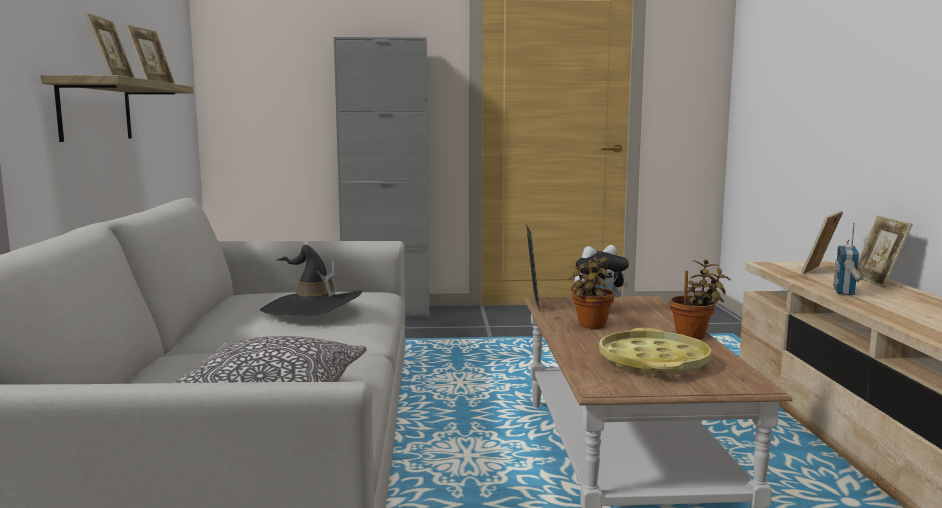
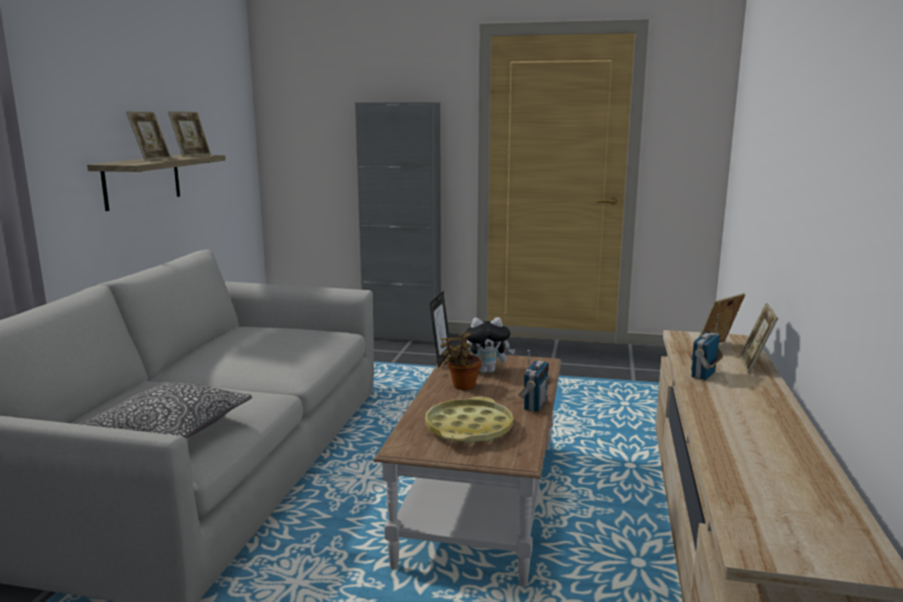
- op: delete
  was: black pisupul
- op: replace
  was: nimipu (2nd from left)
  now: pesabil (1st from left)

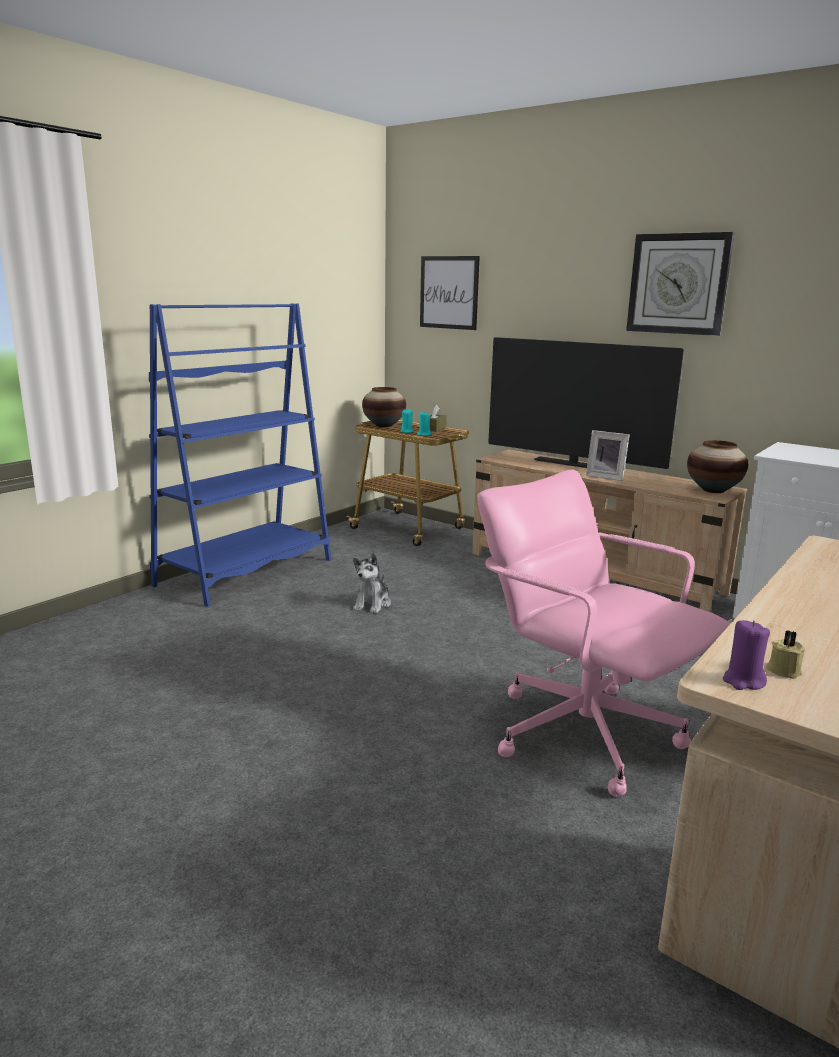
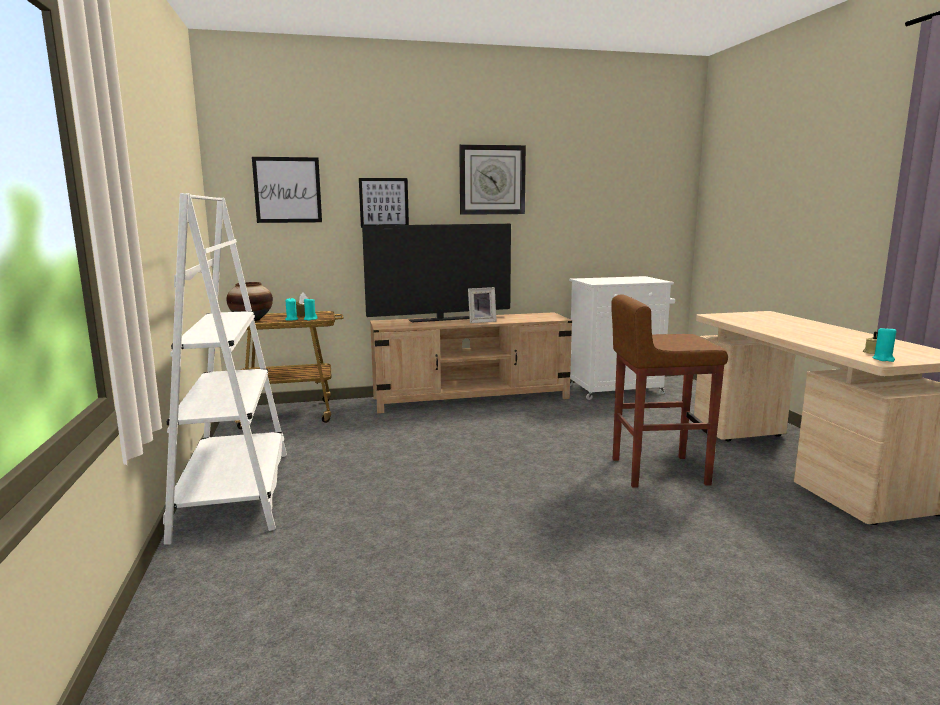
- op: recolor
  was: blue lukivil
  now: white lukivil
- op: delete
  was: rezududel
- op: replace
  was: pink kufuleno
  now: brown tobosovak
- op: delete
  was: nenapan (2nd from left)
- op: recolor
  was: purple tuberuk
  now: turquoise tuberuk (3rd from left)
- op: insert
  now: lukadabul (2nd from left)

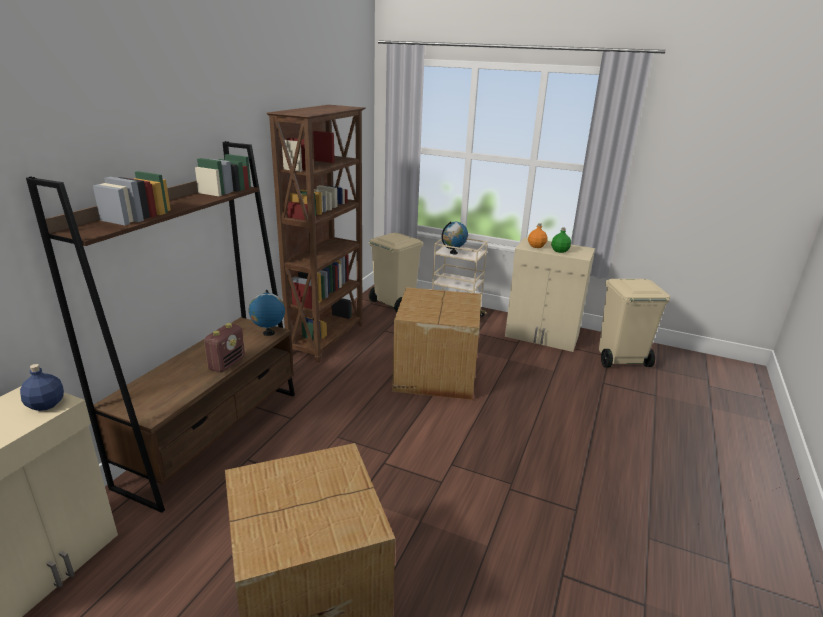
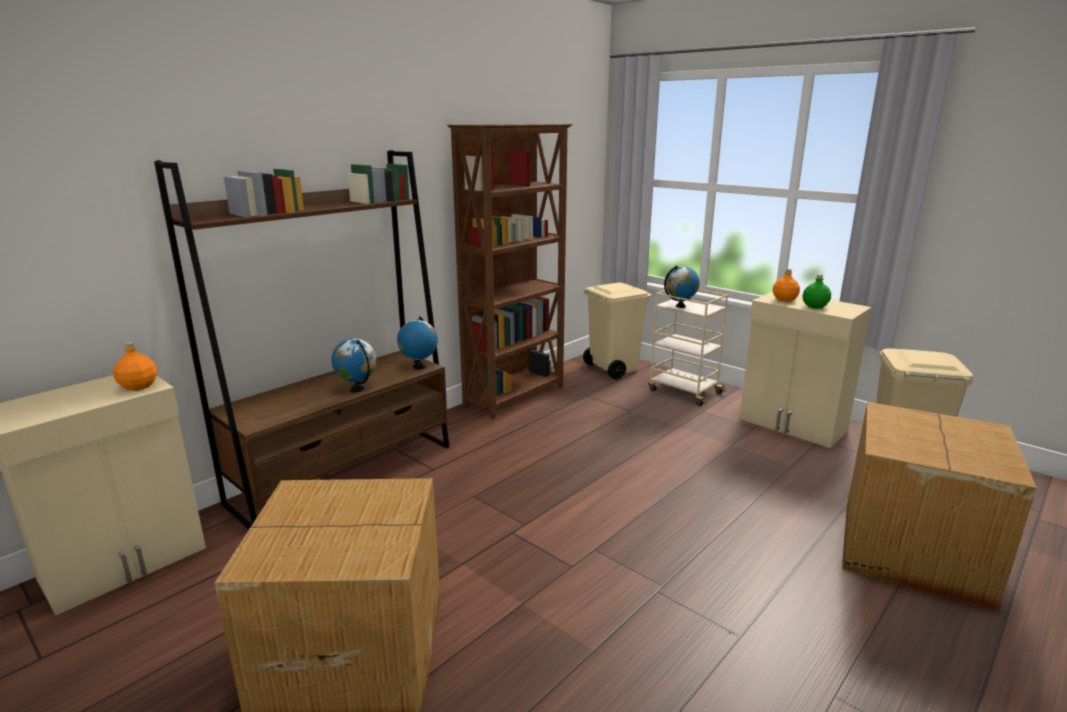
- op: recolor
  was: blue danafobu
  now: orange danafobu (1st from left)
- op: replace
  was: pesabil
  now: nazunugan (1st from left)
- op: move
  was: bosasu (2nd from left)

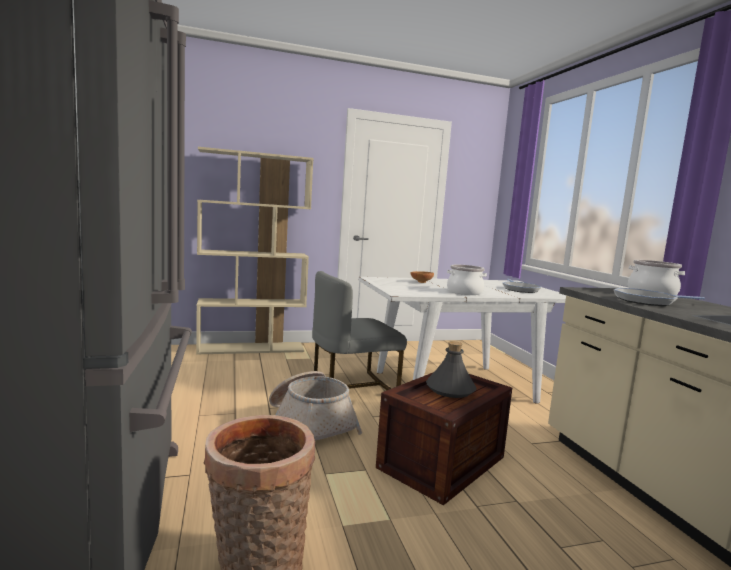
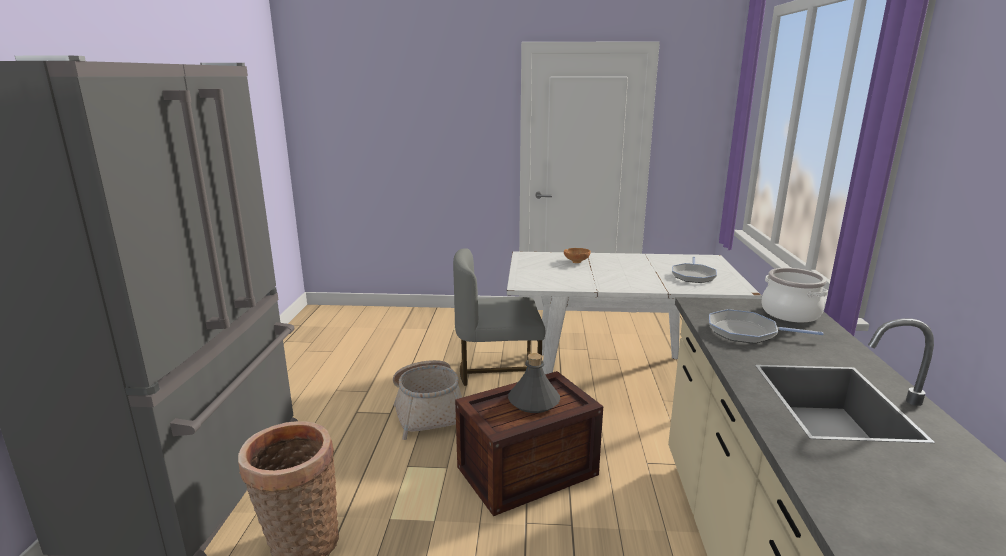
- op: delete
  was: beige lukivil
- op: delete
  was: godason (1st from left)

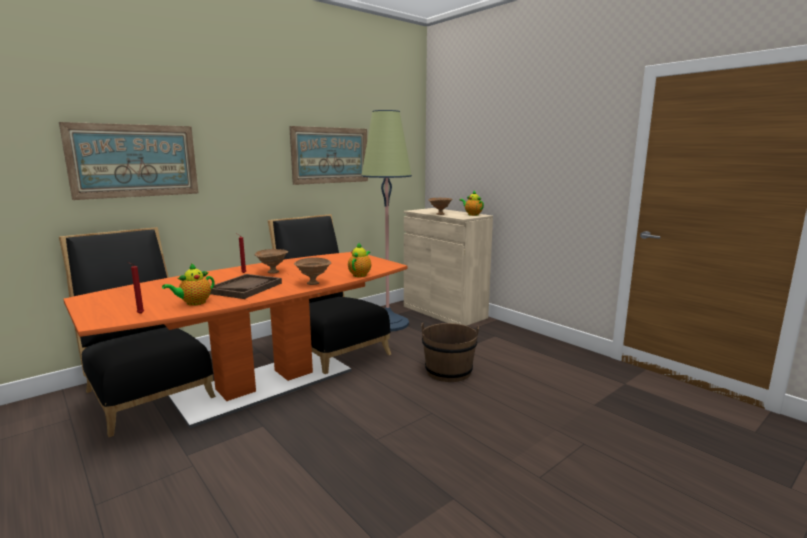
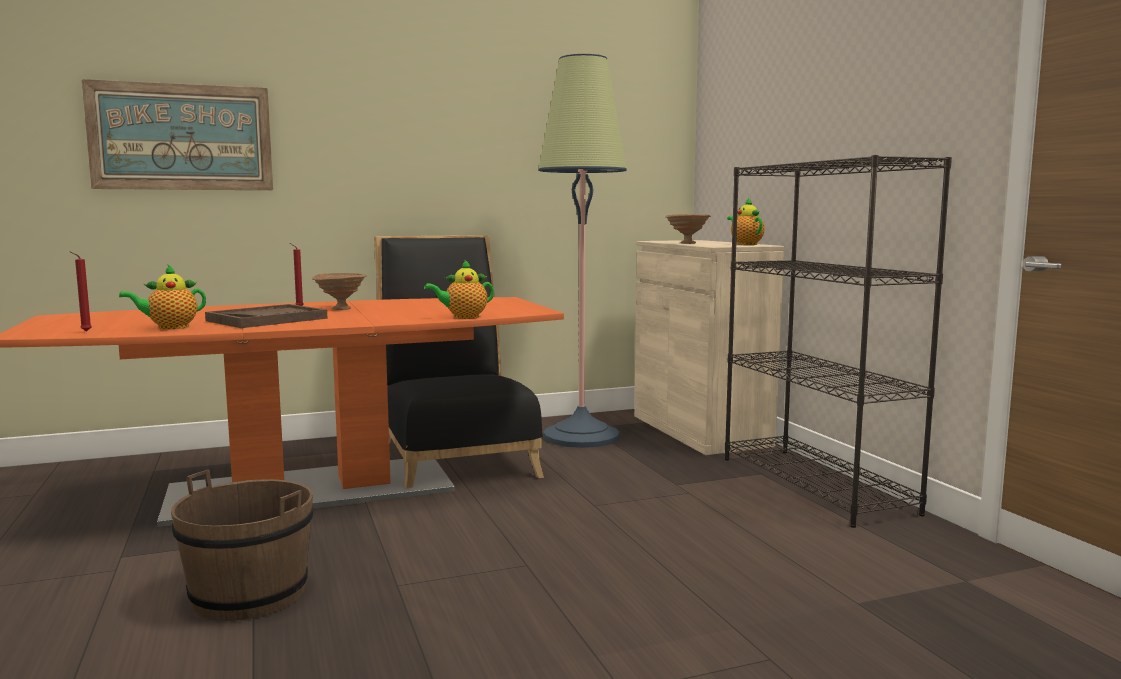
- op: delete
  was: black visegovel (1st from left)
- op: delete
  was: lukadabul (2nd from left)
- op: delete
  was: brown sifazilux (2nd from left)
- op: rotate
  was: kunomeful (2nd from left)
  clockwise: -150
- op: move
  was: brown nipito
- op: insert
  now: black lukivil

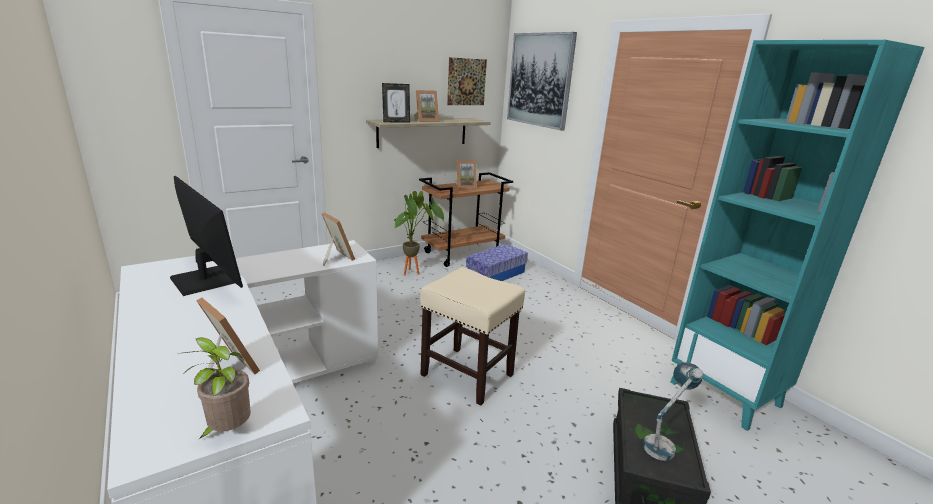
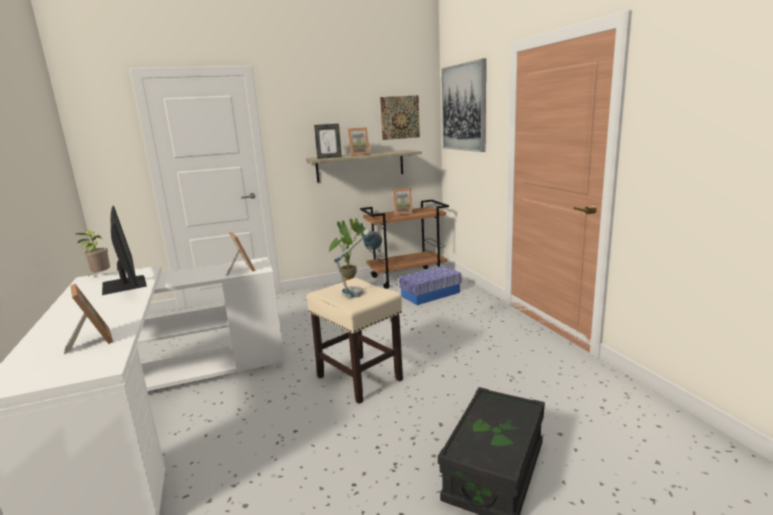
- op: move
  was: nimipu (1st from left)
- op: move
  was: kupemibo
- op: delete
  was: turquoise lukivil

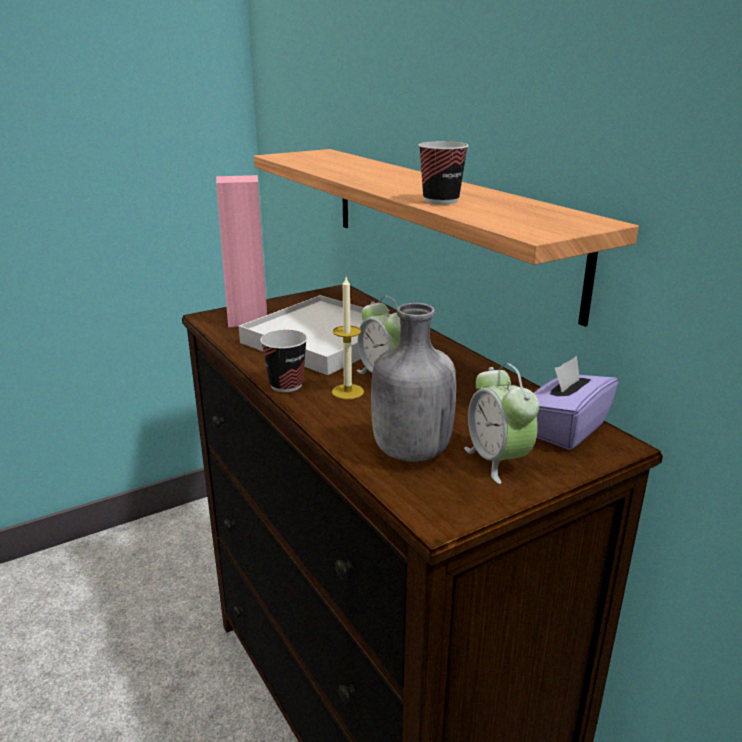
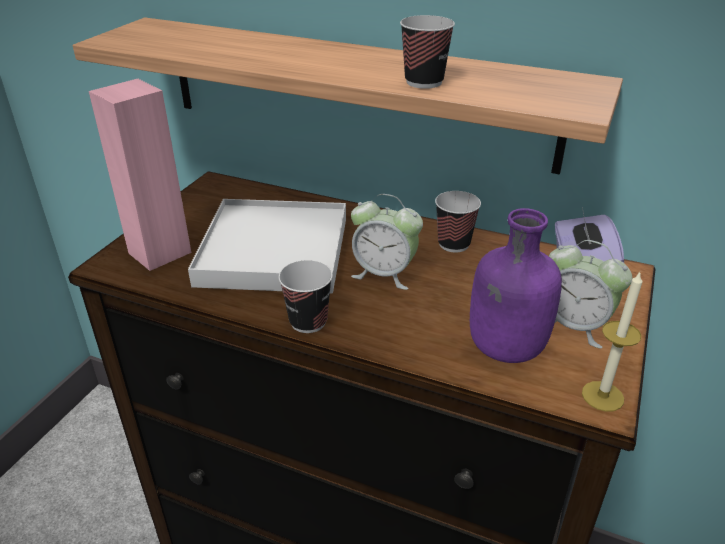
- op: move
  was: tuberuk
- op: recolor
  was: grey danafobu
  now: purple danafobu
- op: insert
  now: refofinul (3rd from left)

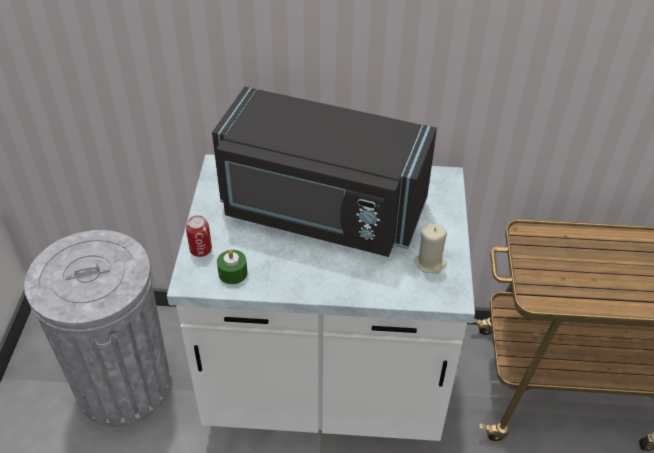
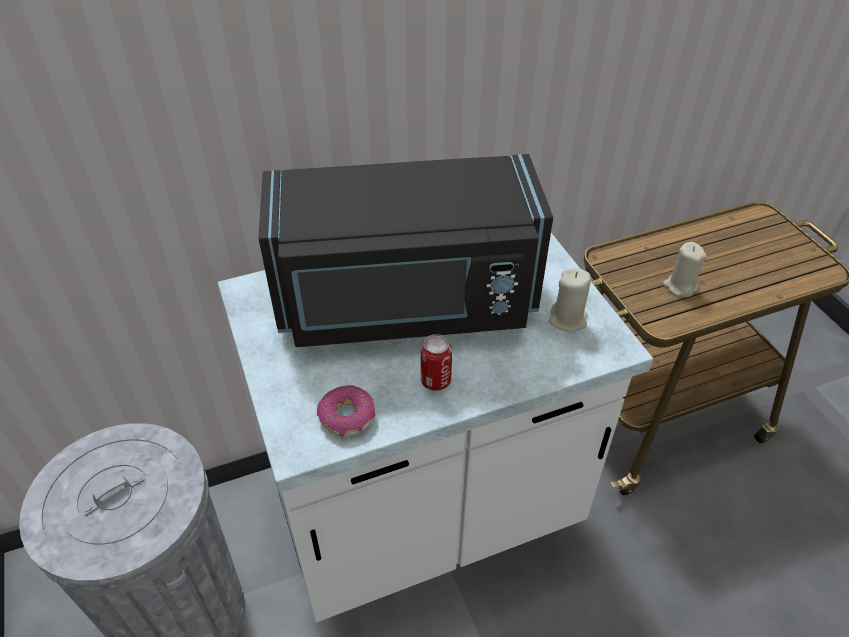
- op: move
  was: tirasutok
- op: replace
  was: green tuberuk
  now: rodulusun
- op: insert
  now: beige tuberuk (2nd from left)

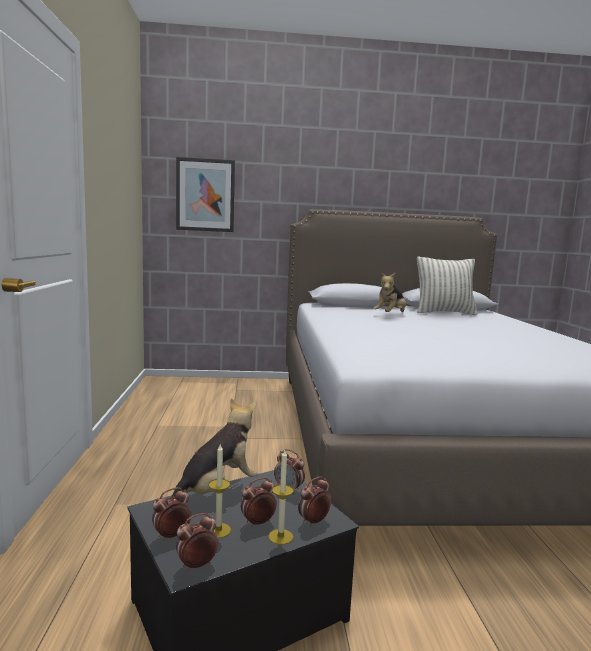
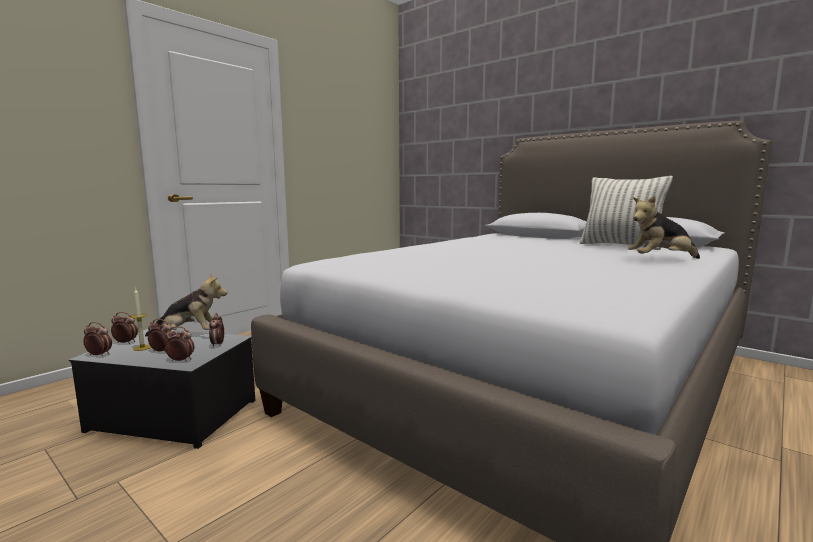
- op: delete
  was: lukadabul
- op: delete
  was: tuberuk (2nd from left)
- op: move
  was: rezududel (2nd from left)

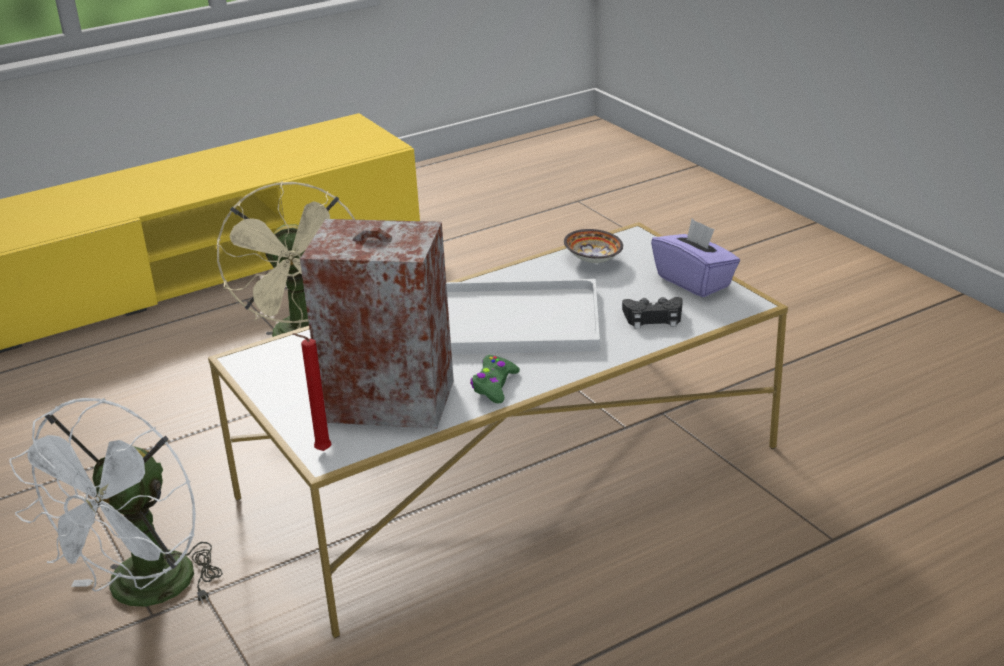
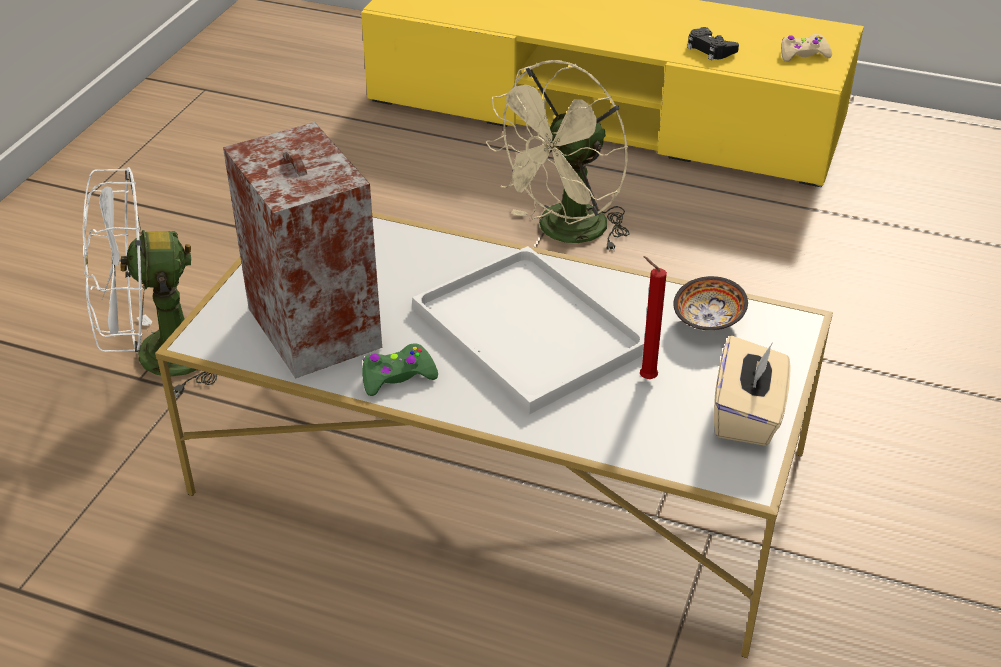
- op: move
  was: red tuberuk
- op: move
  was: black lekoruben
- op: recolor
  was: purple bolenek
  now: beige bolenek
- op: insert
  now: beige lekoruben

